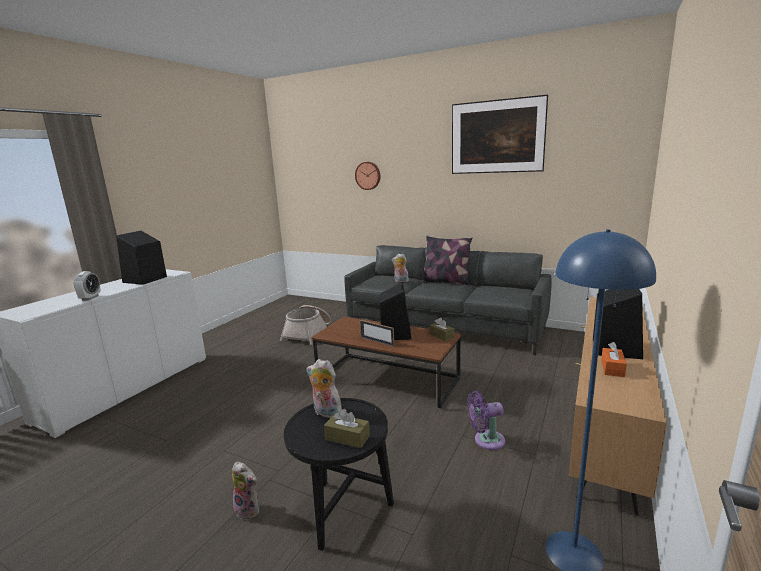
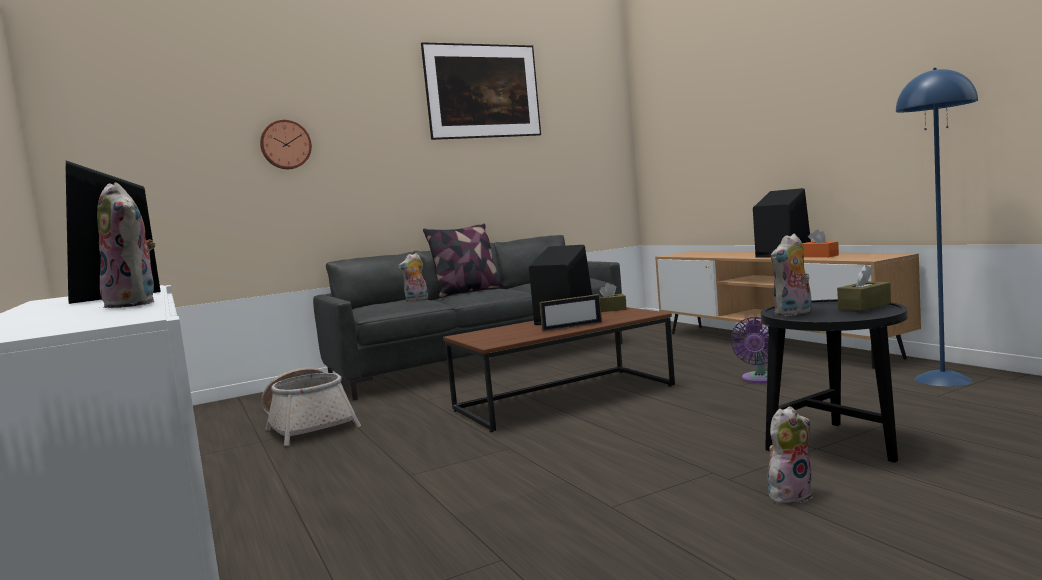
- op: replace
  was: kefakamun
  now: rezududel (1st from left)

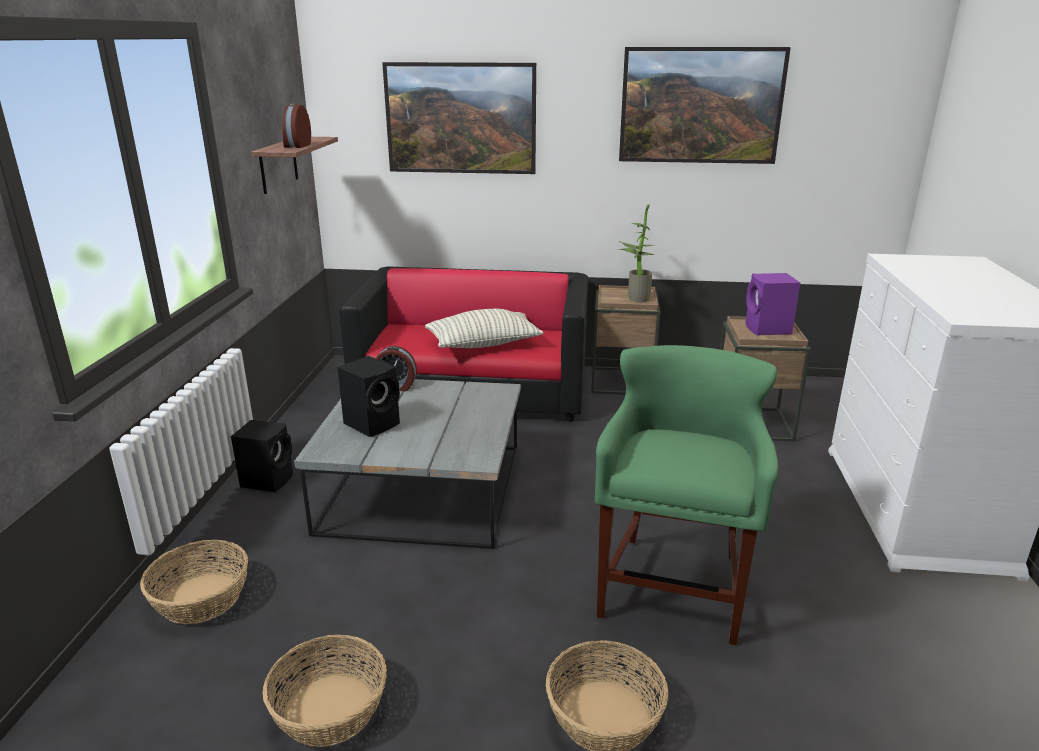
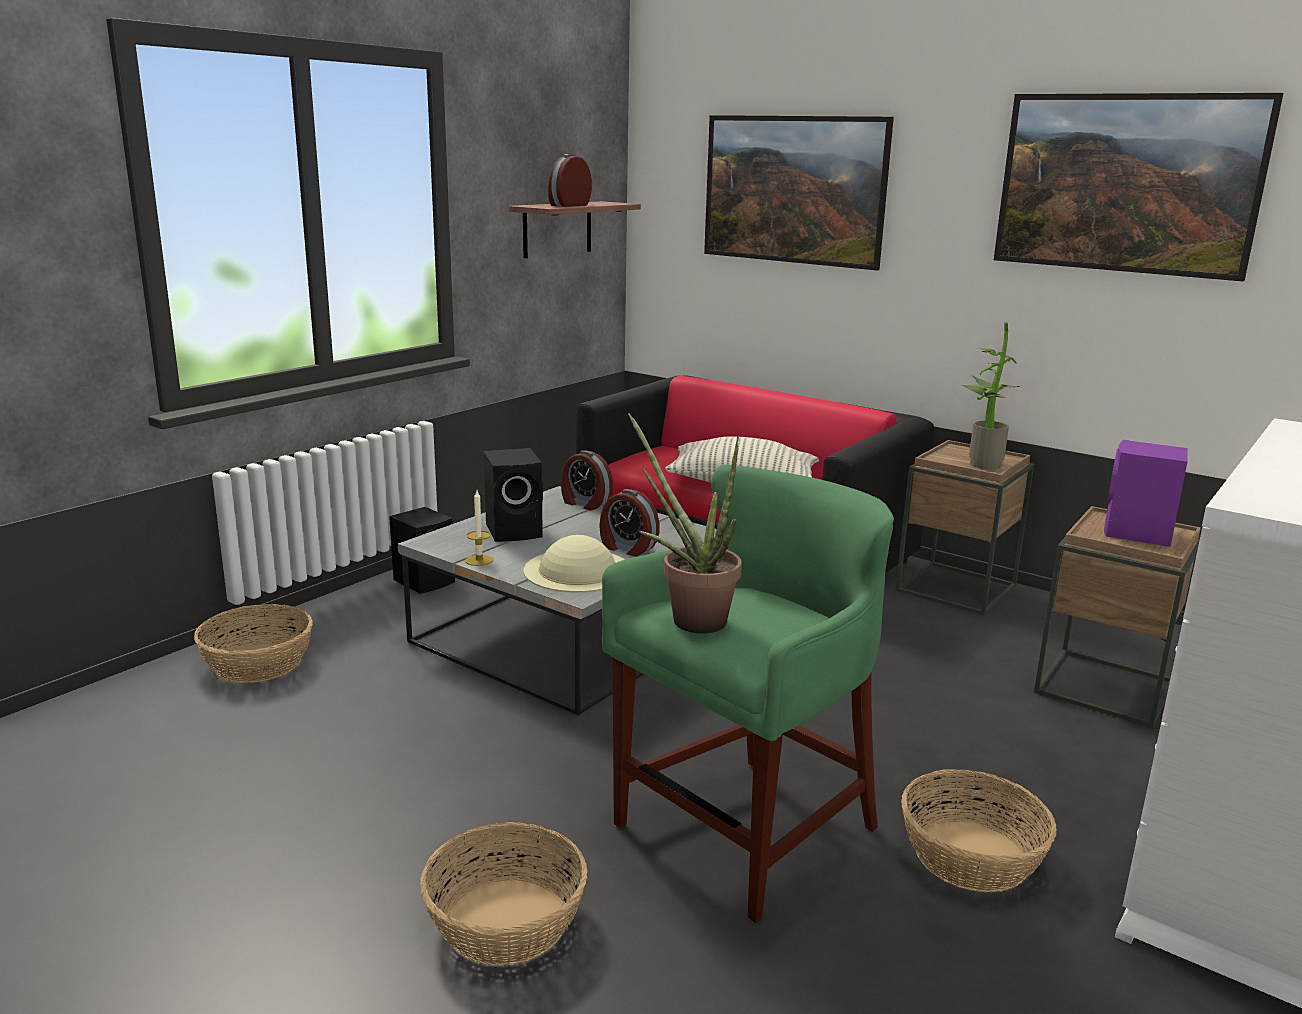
- op: move
  was: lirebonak (2nd from left in the first image)
  now: lirebonak (3rd from left)
- op: insert
  now: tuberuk
- op: insert
  now: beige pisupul
- op: insert
  now: kefakamun (3rd from left)
- op: insert
  now: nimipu (1st from left)

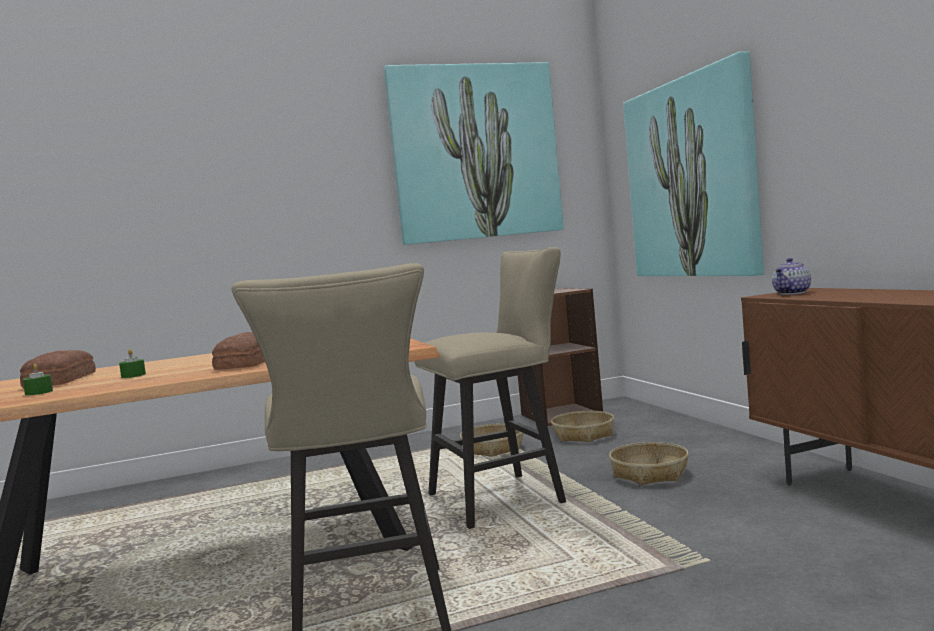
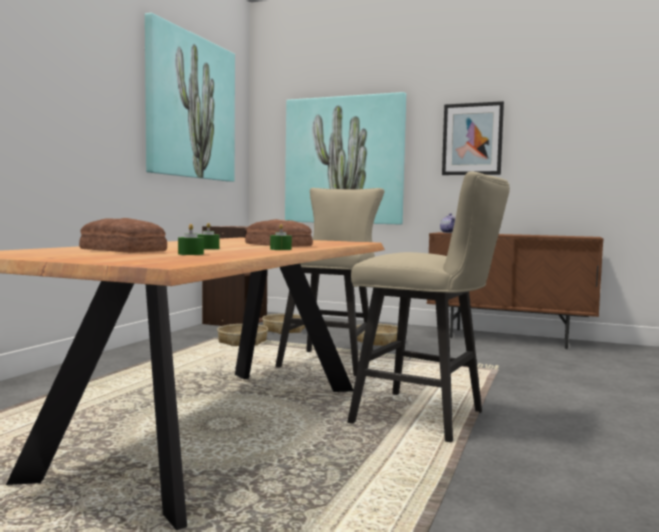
- op: insert
  now: green tuberuk (3rd from left)
- op: insert
  now: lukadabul (3rd from left)

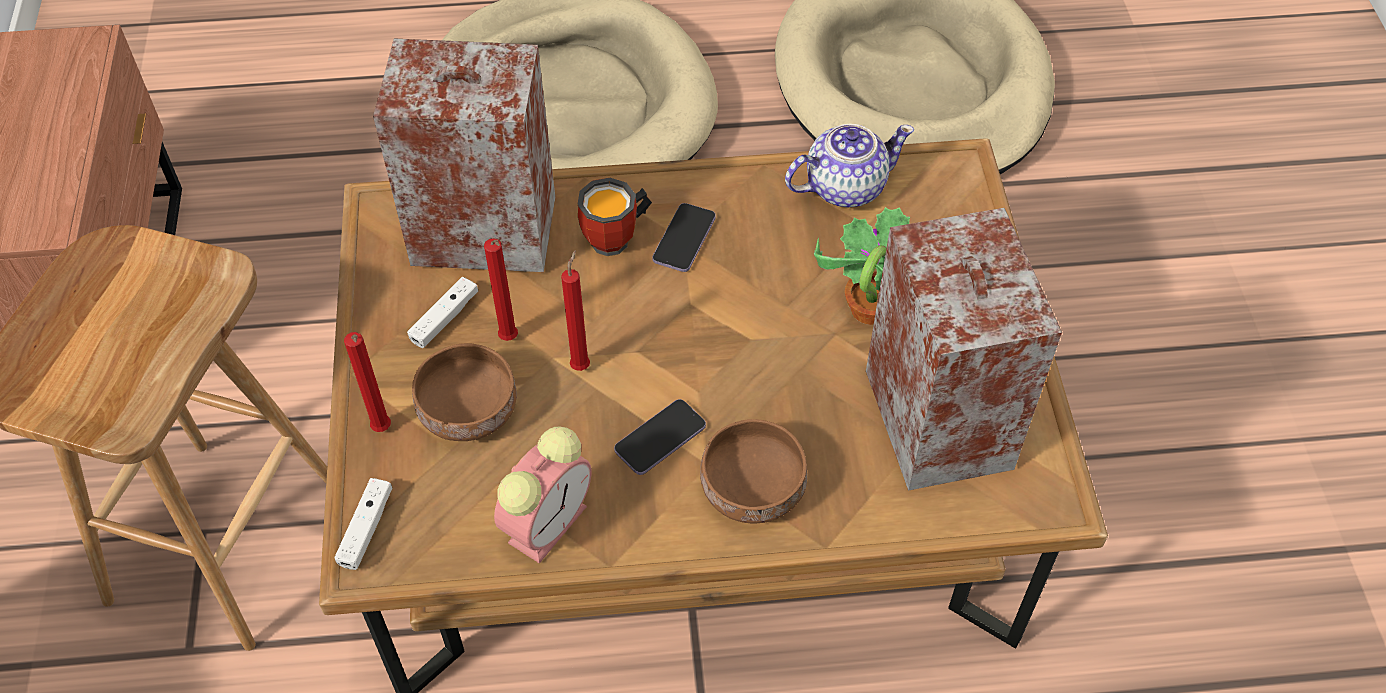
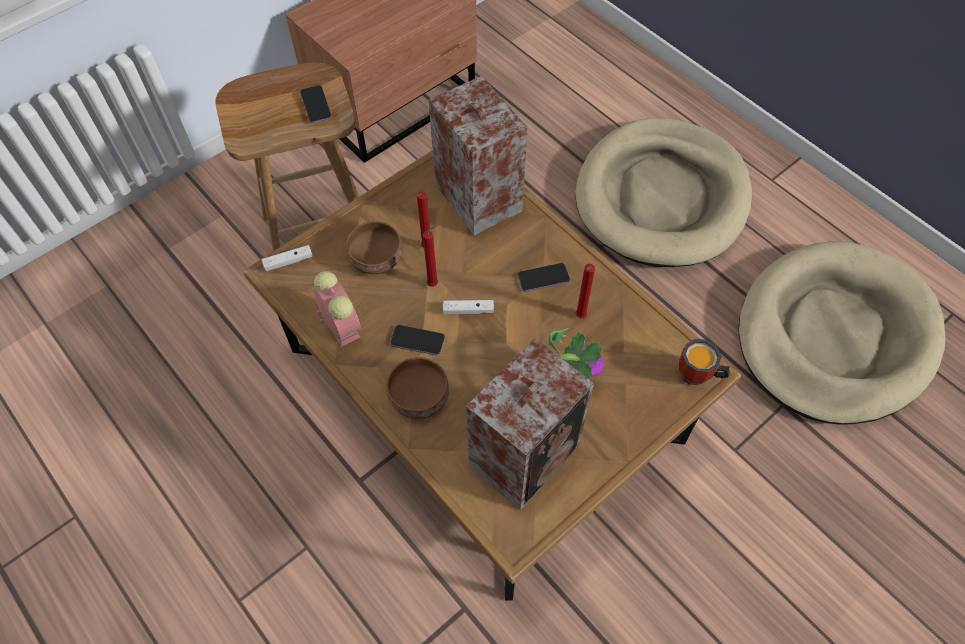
- op: move
  was: red tuberuk (1st from left in the first image)
  now: red tuberuk (3rd from left)
- op: move
  was: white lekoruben (2nd from left)
- op: rotate
  was: kefakamun
  clockwise: -120
- op: move
  was: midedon
- op: delete
  was: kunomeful
- op: insert
  now: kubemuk (1st from left)

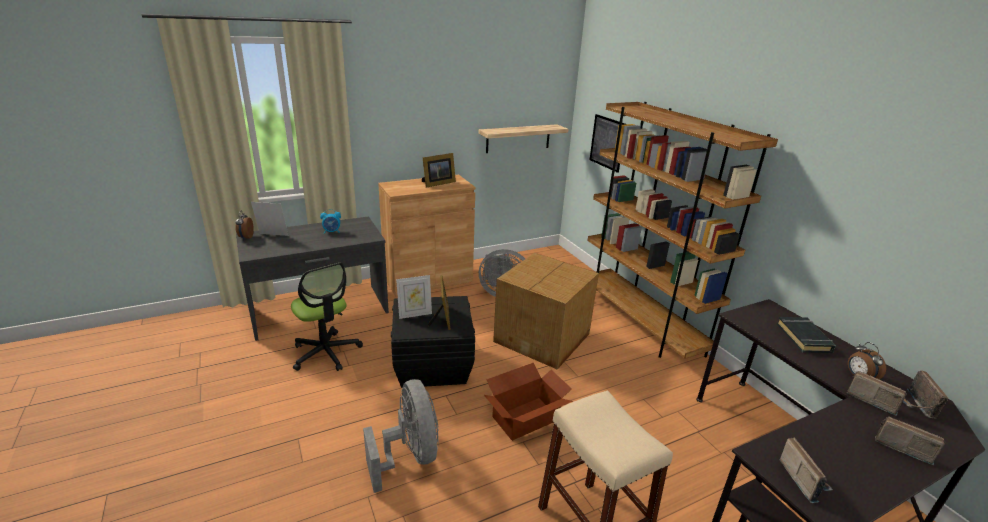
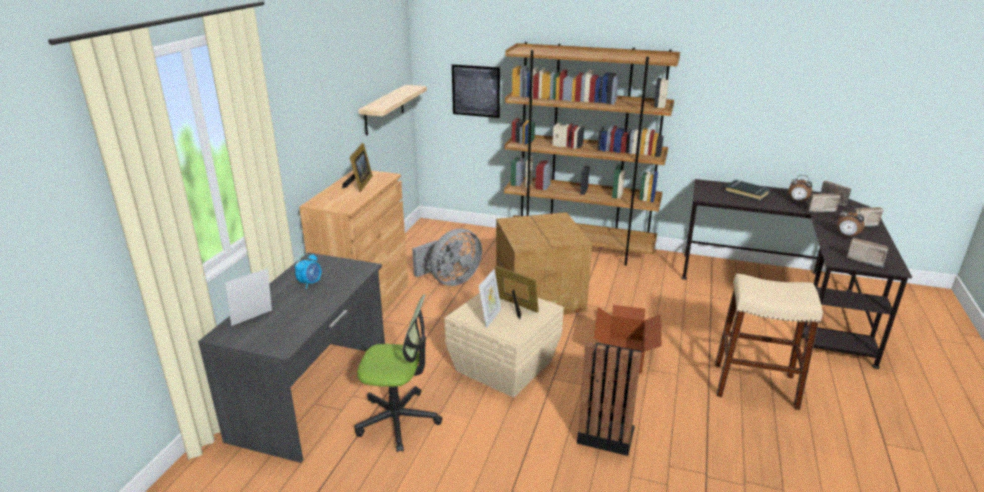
- op: move
  was: kefakamun (1st from left in the first image)
  now: kefakamun (3rd from left)
- op: replace
  was: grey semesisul (1st from left)
  now: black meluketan
- op: recolor
  was: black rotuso
  now: beige rotuso

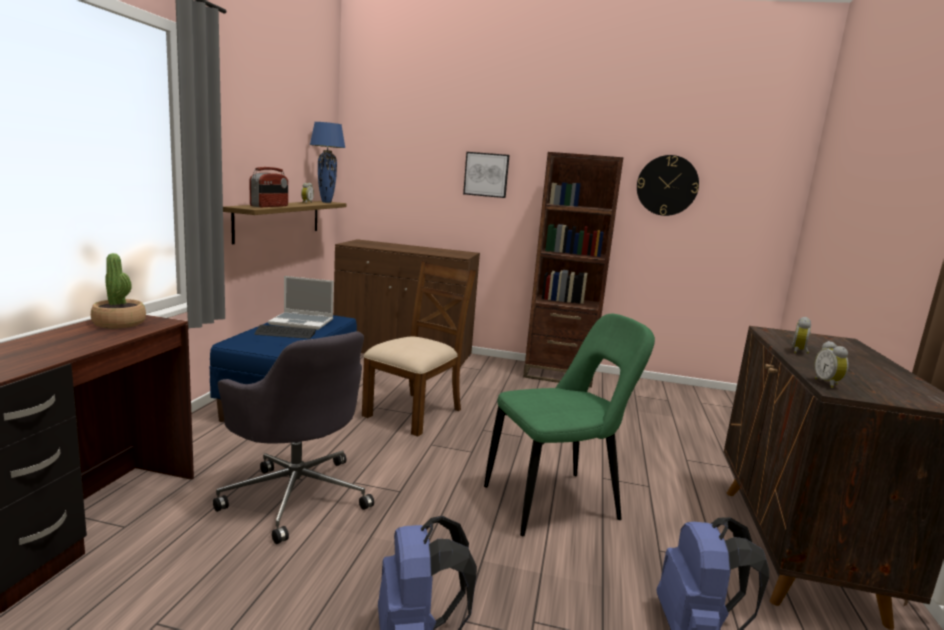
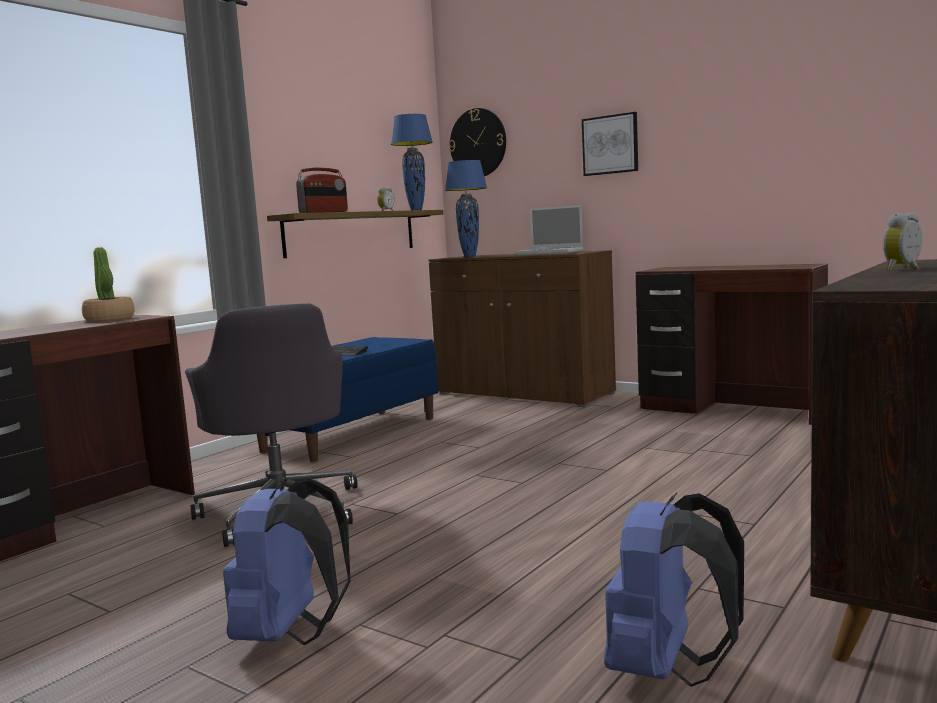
- op: move
  was: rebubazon
- op: delete
  was: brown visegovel
- op: delete
  was: green visegovel
- op: replace
  was: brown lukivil
  now: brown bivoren (2nd from left)
- op: move
  was: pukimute
- op: delete
  was: kefakamun (3rd from left)
- op: insert
  now: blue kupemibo (2nd from left)

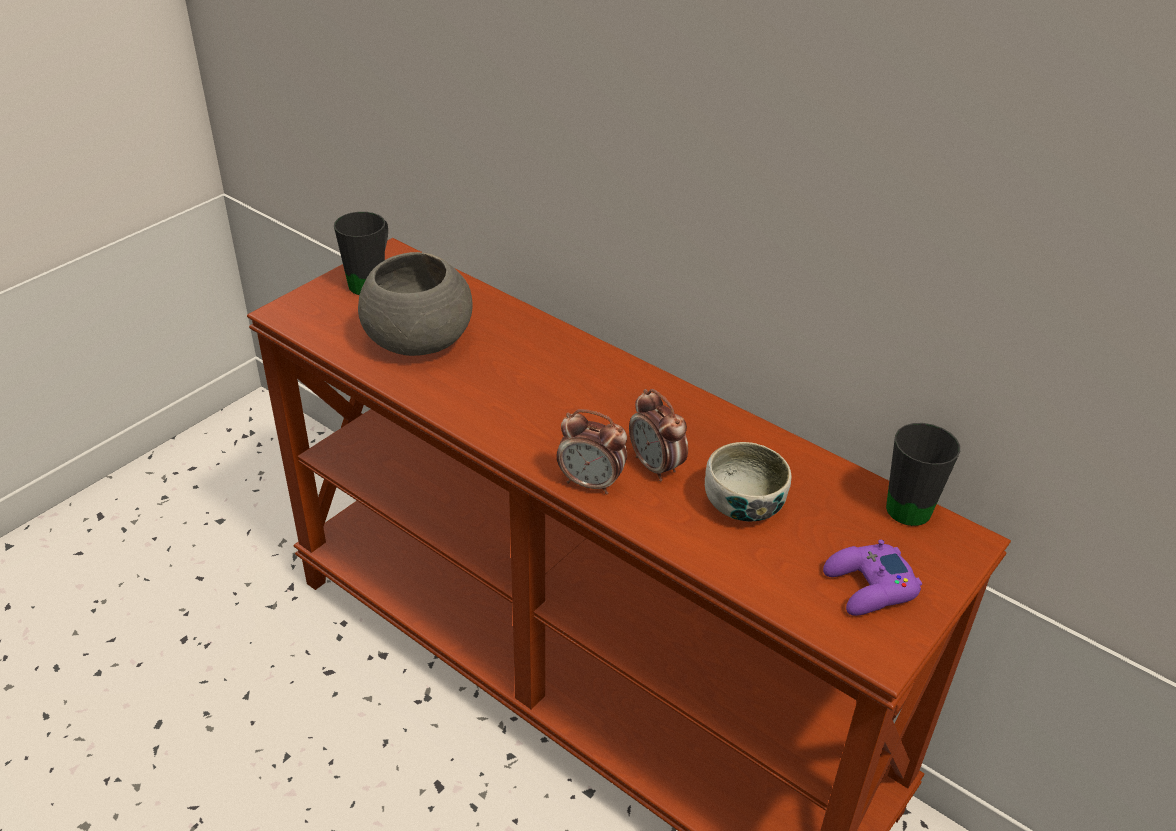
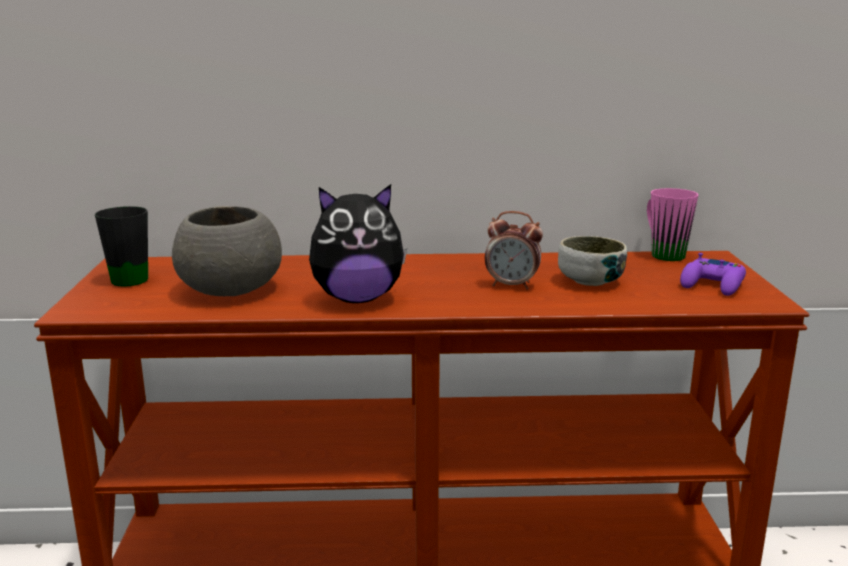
- op: delete
  was: kefakamun (1st from left)
- op: recolor
  was: black midedon (2nd from left)
  now: pink midedon
- op: insert
  now: rezududel

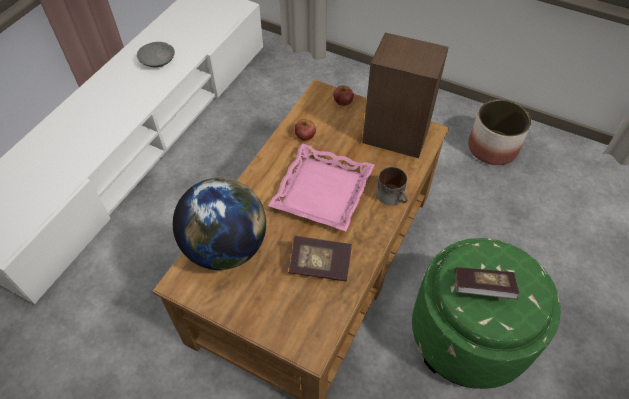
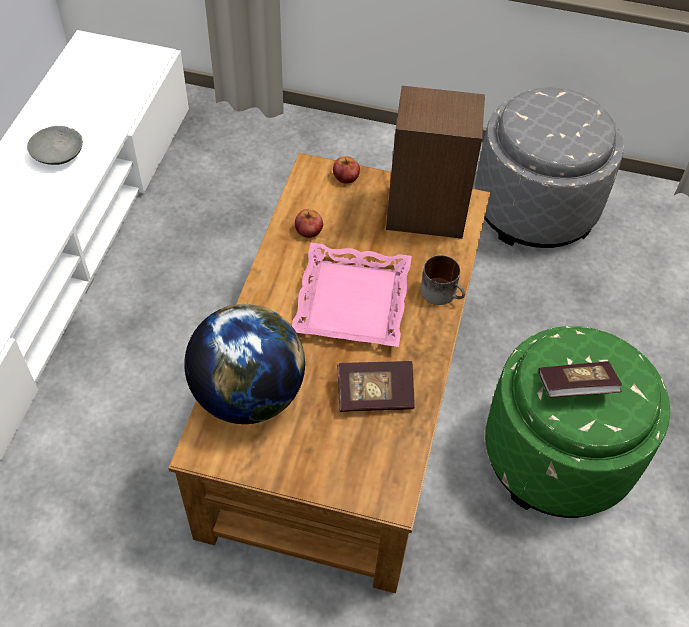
- op: replace
  was: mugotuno
  now: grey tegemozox

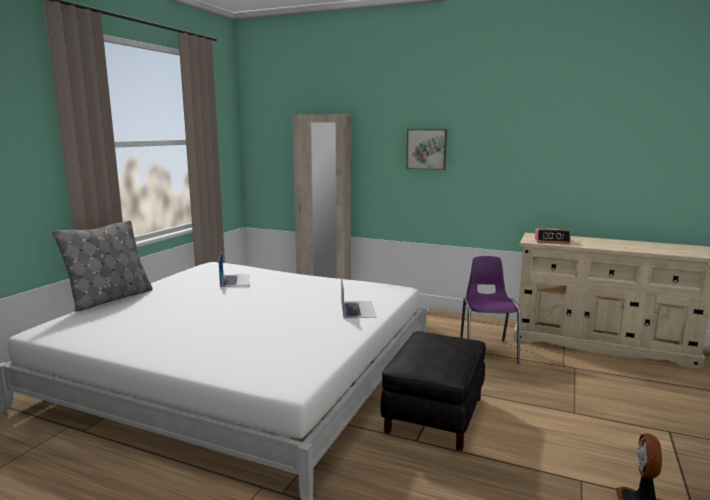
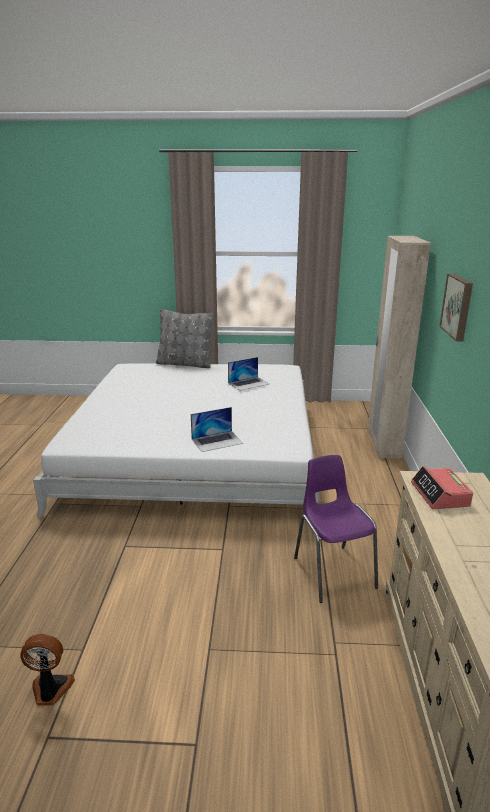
- op: delete
  was: black tegemozox
- op: rotate
  was: purple visegovel
  clockwise: -90

